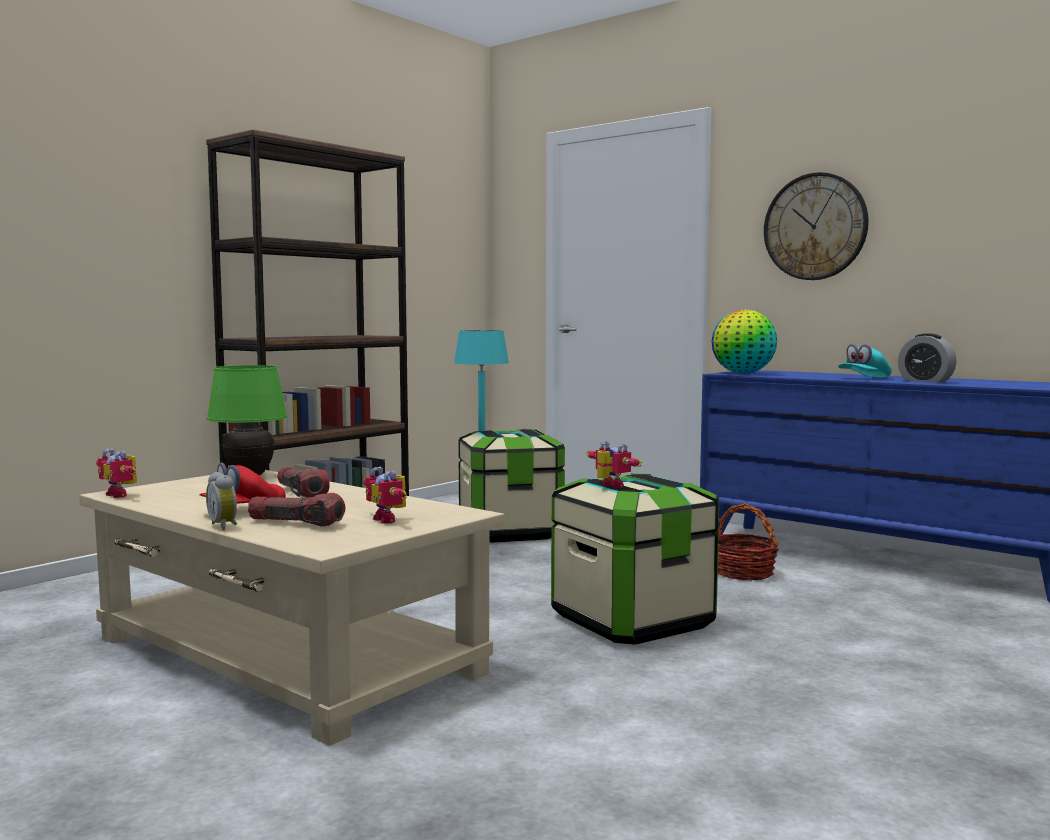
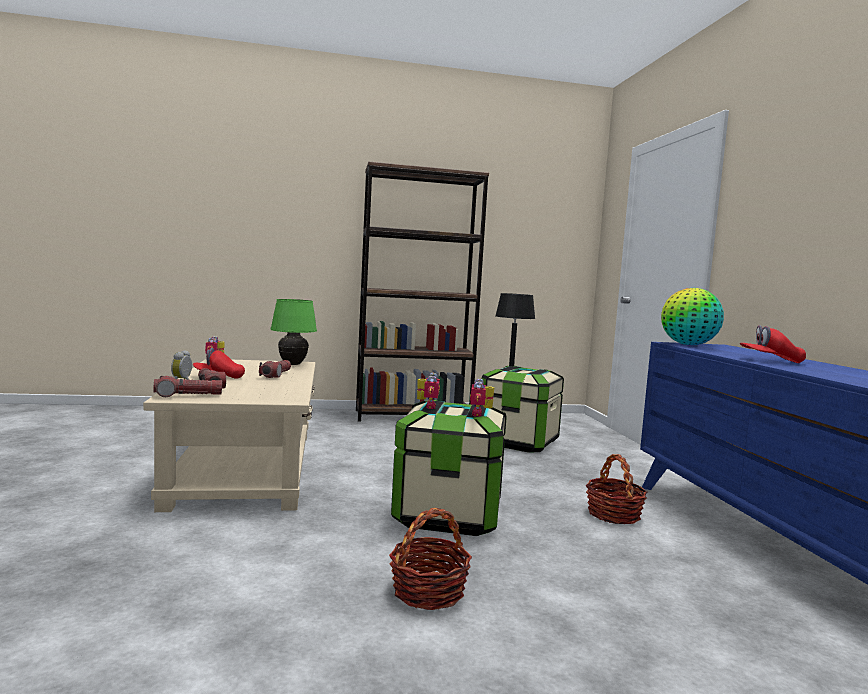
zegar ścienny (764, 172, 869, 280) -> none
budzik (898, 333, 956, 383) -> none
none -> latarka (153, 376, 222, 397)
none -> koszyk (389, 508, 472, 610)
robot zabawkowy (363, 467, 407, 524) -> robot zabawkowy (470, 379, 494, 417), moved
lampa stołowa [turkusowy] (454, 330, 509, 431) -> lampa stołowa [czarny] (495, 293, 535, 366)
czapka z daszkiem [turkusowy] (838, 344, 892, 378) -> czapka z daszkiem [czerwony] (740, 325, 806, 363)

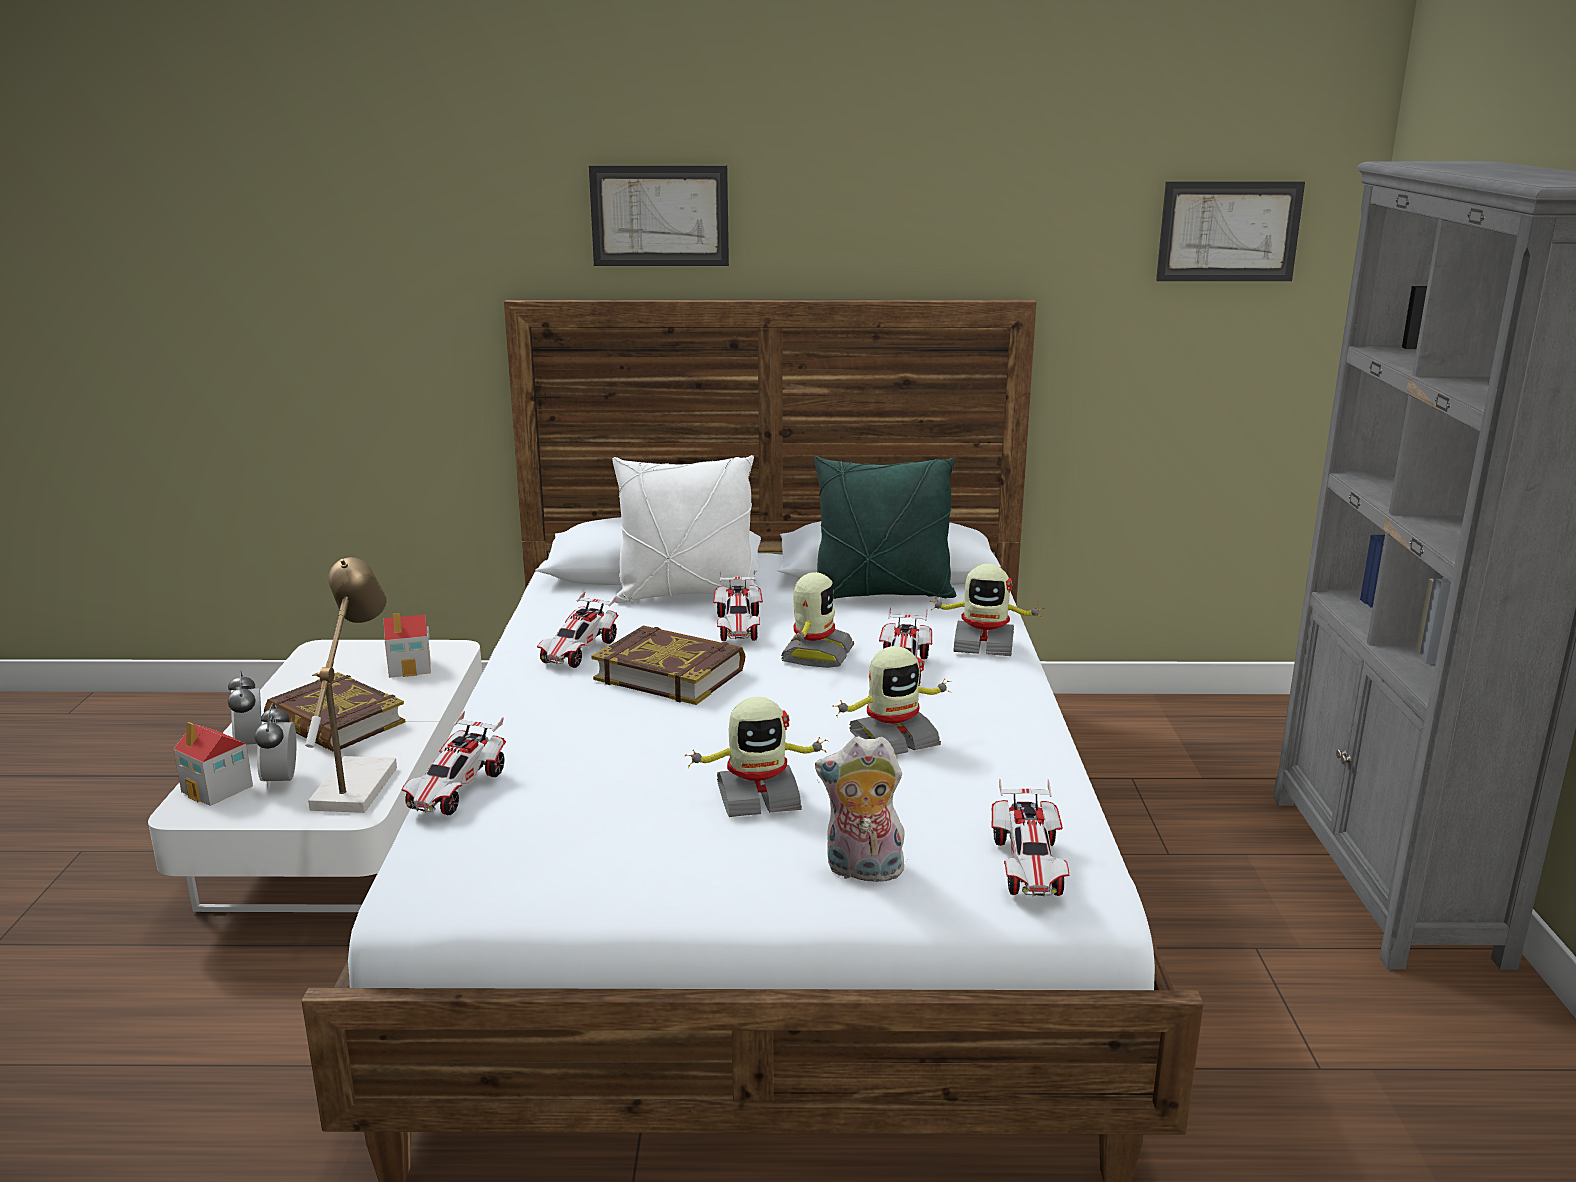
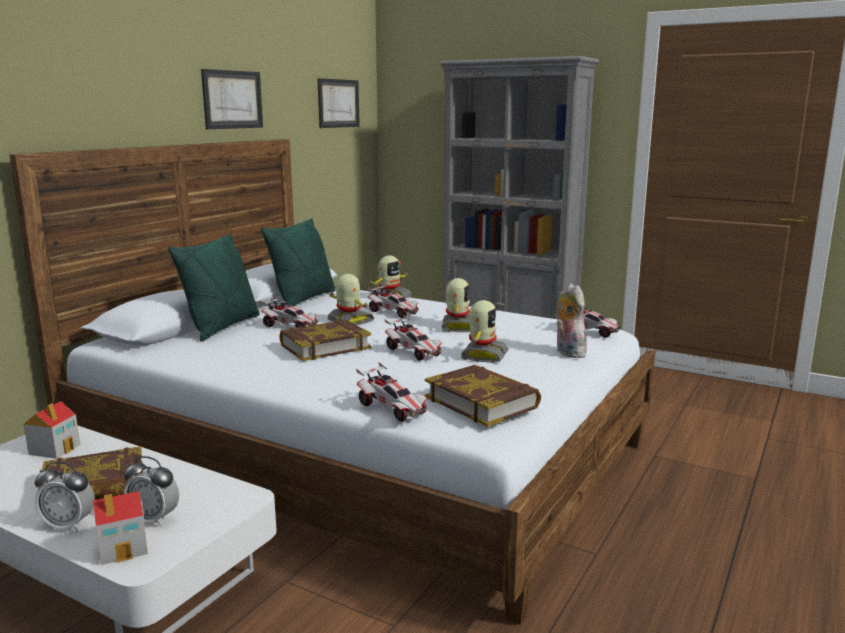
lampa stołowa (305, 557, 397, 813) -> none
none -> książka (425, 365, 541, 427)
samochodzik (537, 591, 618, 668) -> samochodzik (384, 315, 442, 361), moved
obraz (589, 166, 729, 266) -> obraz (201, 69, 263, 129), moved
poduszka [biały] (612, 455, 757, 603) -> poduszka [zielony] (168, 234, 260, 342)
pluszak (815, 736, 907, 882) -> pluszak (556, 283, 588, 358), 120 degrees clockwise

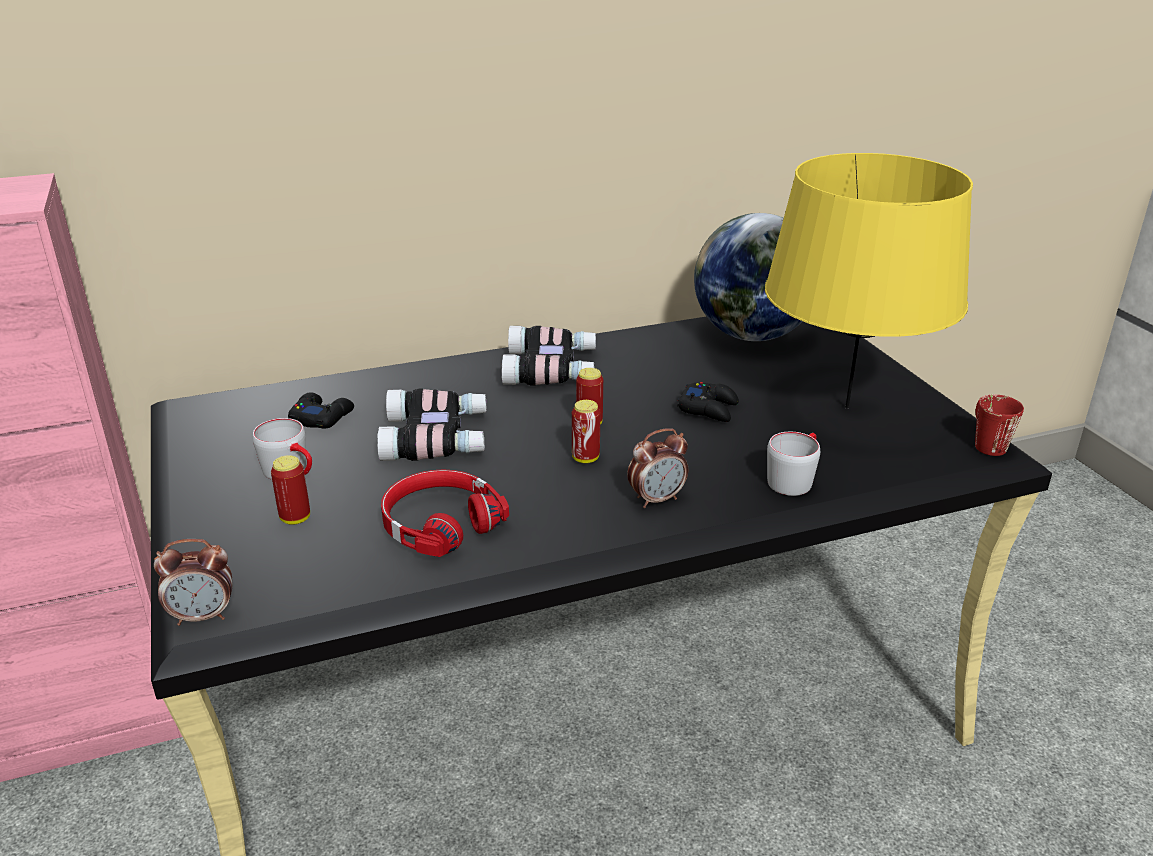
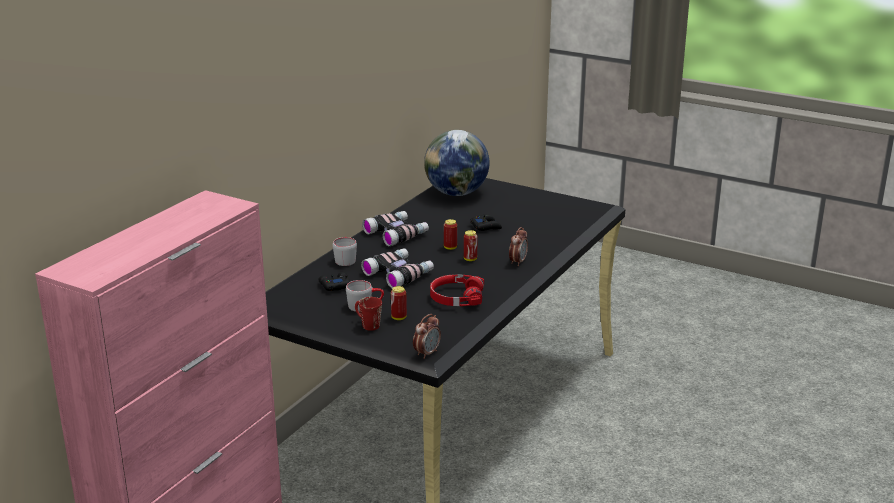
lampa stołowa [żółty] (765, 153, 973, 409) -> none
kubek [szary] (767, 432, 820, 496) -> kubek [szary] (333, 237, 357, 266), moved
kubek [czerwony] (975, 394, 1024, 456) -> kubek [czerwony] (355, 297, 382, 331), moved

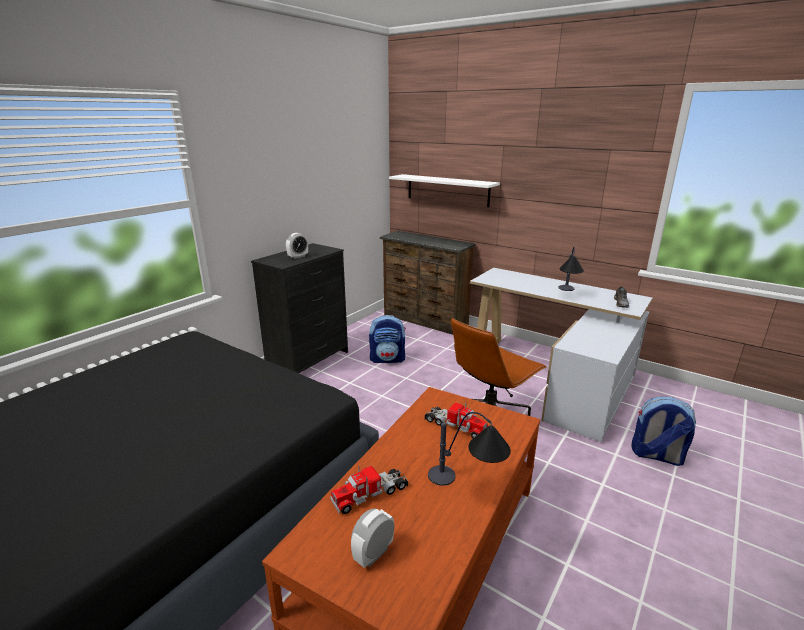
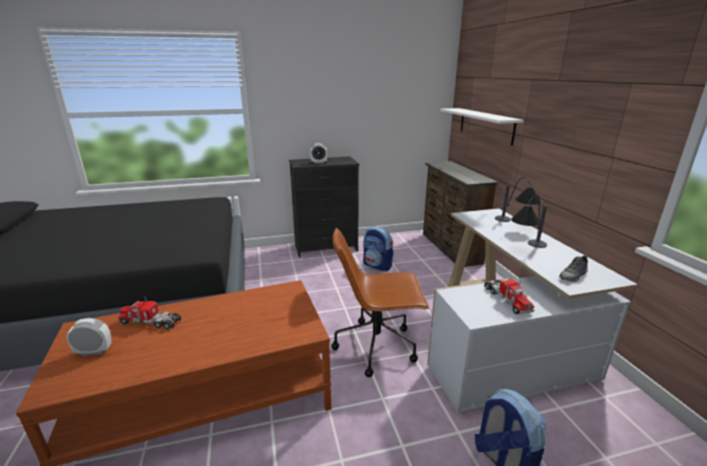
ciężarówka zabawkowa (425, 402, 488, 438) -> ciężarówka zabawkowa (484, 279, 535, 314), moved
lampa stołowa (428, 412, 511, 486) -> lampa stołowa (495, 177, 541, 222), moved

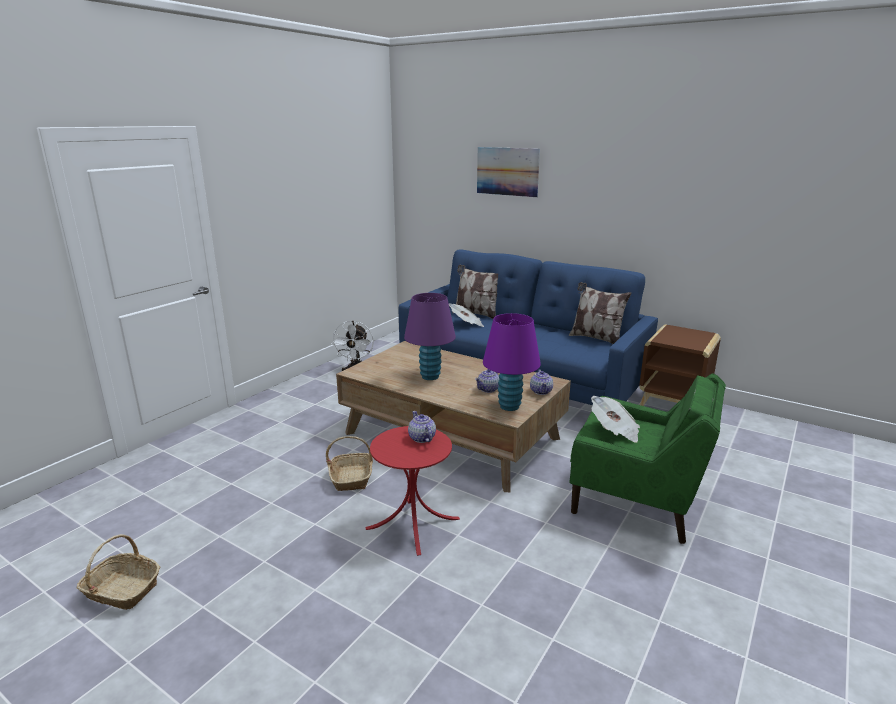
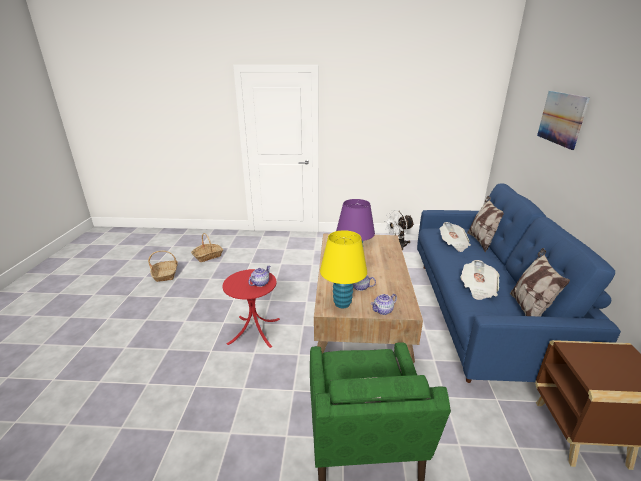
koszyk (326, 436, 373, 491) -> koszyk (191, 233, 223, 262), moved
gazeta (591, 396, 640, 442) -> gazeta (460, 260, 499, 300), moved
lampa stołowa [fioletowy] (483, 313, 541, 411) -> lampa stołowa [żółty] (320, 230, 367, 308)

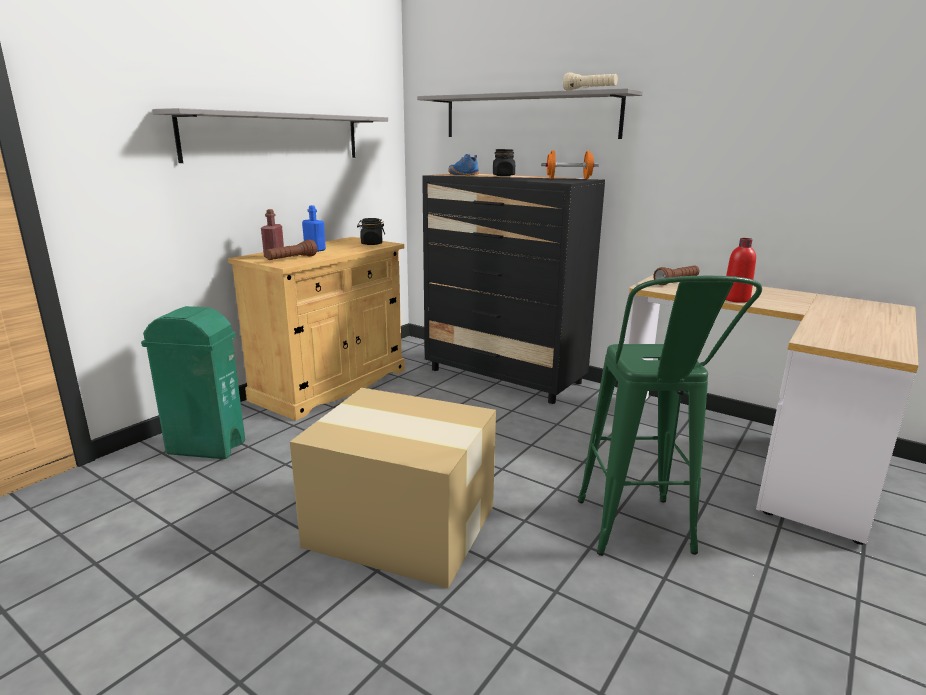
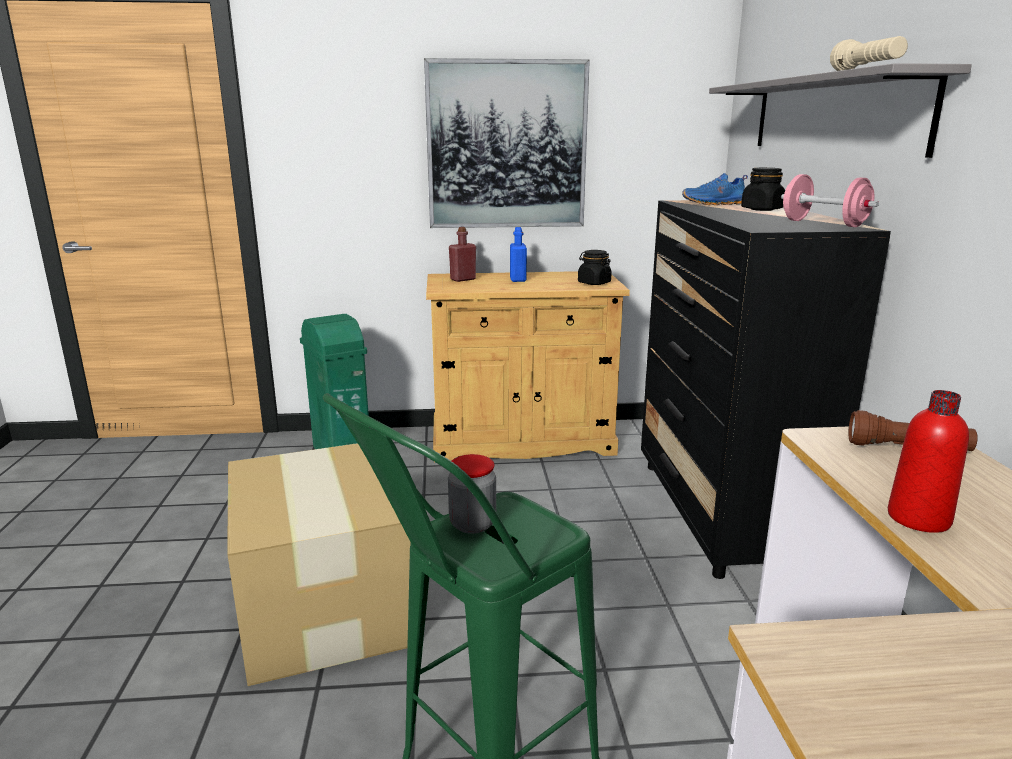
latarka [brązowy] (265, 239, 317, 260) -> none
none -> słoik (448, 454, 496, 534)
półka [szary] (152, 108, 388, 163) -> obraz (424, 58, 590, 228)
hantel [pomarańczowy] (541, 151, 599, 179) -> hantel [różowy] (781, 174, 879, 227)

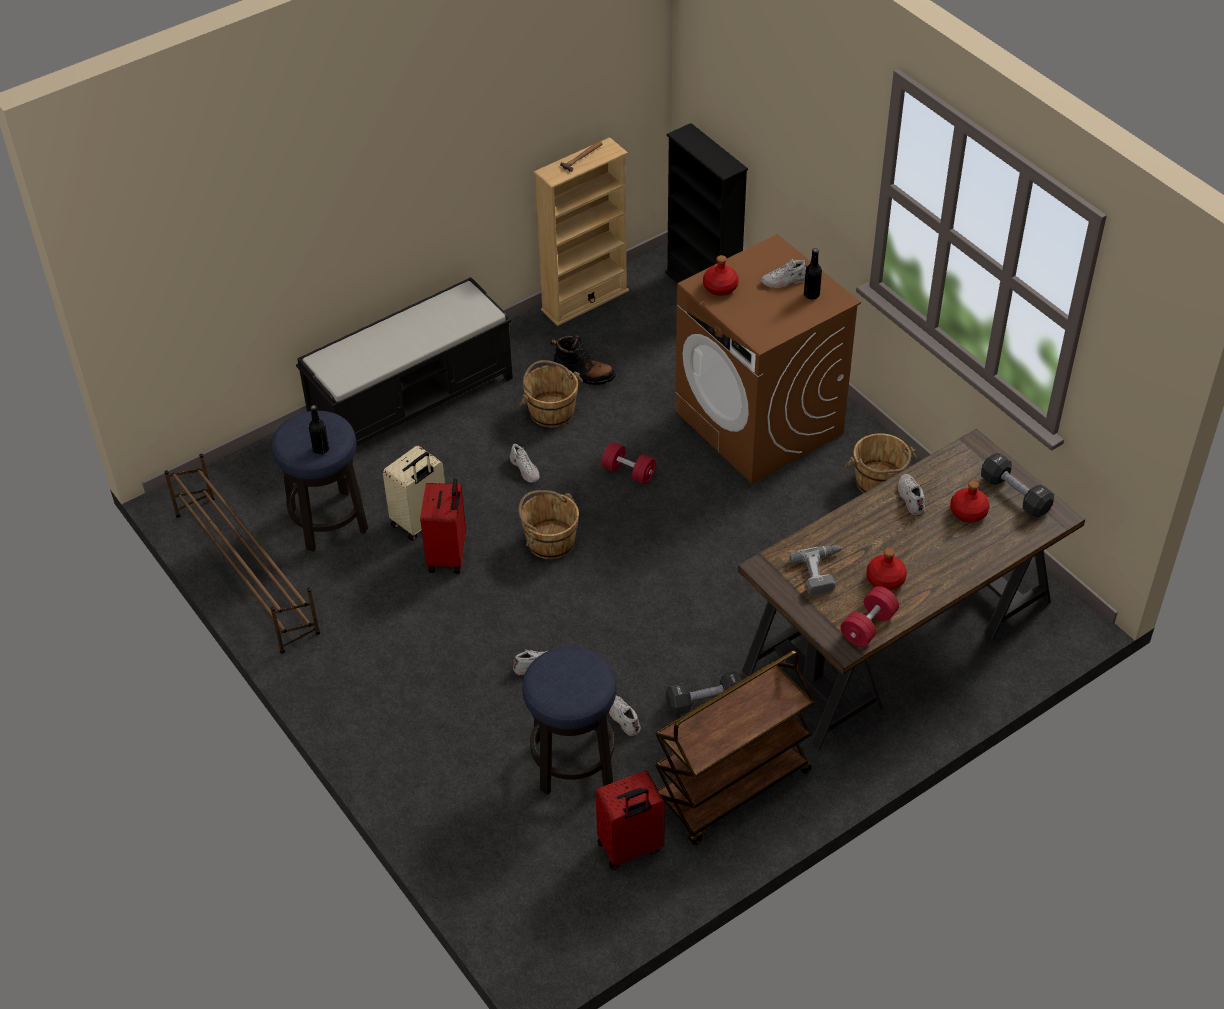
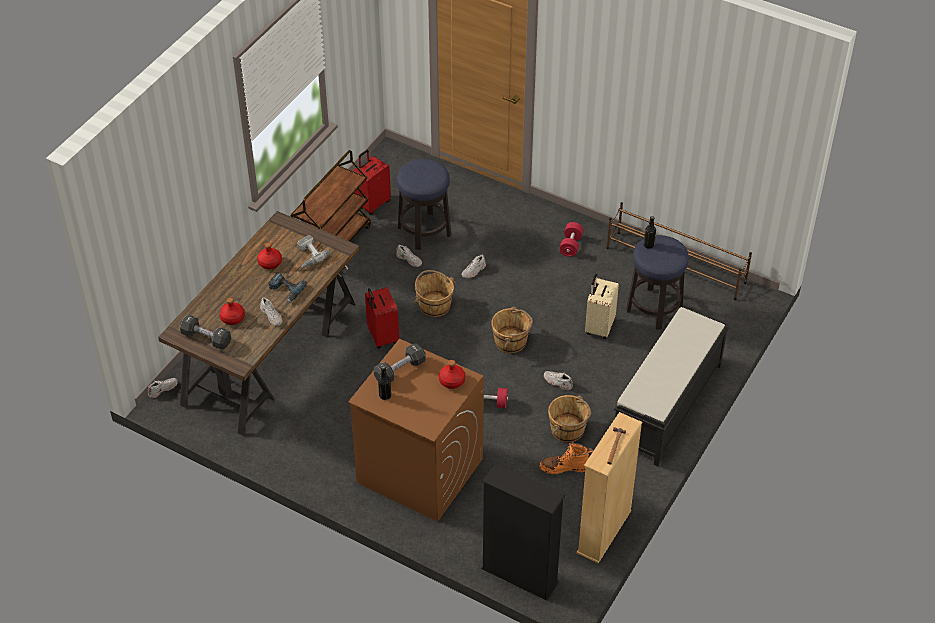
none -> wiertarka (268, 272, 307, 303)
walizka [czerwony] (420, 478, 466, 574) -> walizka [czerwony] (365, 287, 399, 349), moved
hantel [czarny] (666, 671, 743, 715) -> hantel [czarny] (374, 344, 426, 382), moved
but [biały] (761, 258, 807, 288) -> but [biały] (148, 378, 178, 398), moved
hantel [czerwony] (840, 586, 899, 647) -> hantel [czerwony] (559, 222, 583, 257), moved
wiadro [brązowy] (844, 433, 917, 493) -> wiadro [brązowy] (413, 270, 456, 317), moved
but z cholewką [czarny] (550, 335, 616, 385) -> but z cholewką [pomarańczowy] (539, 442, 593, 474)

